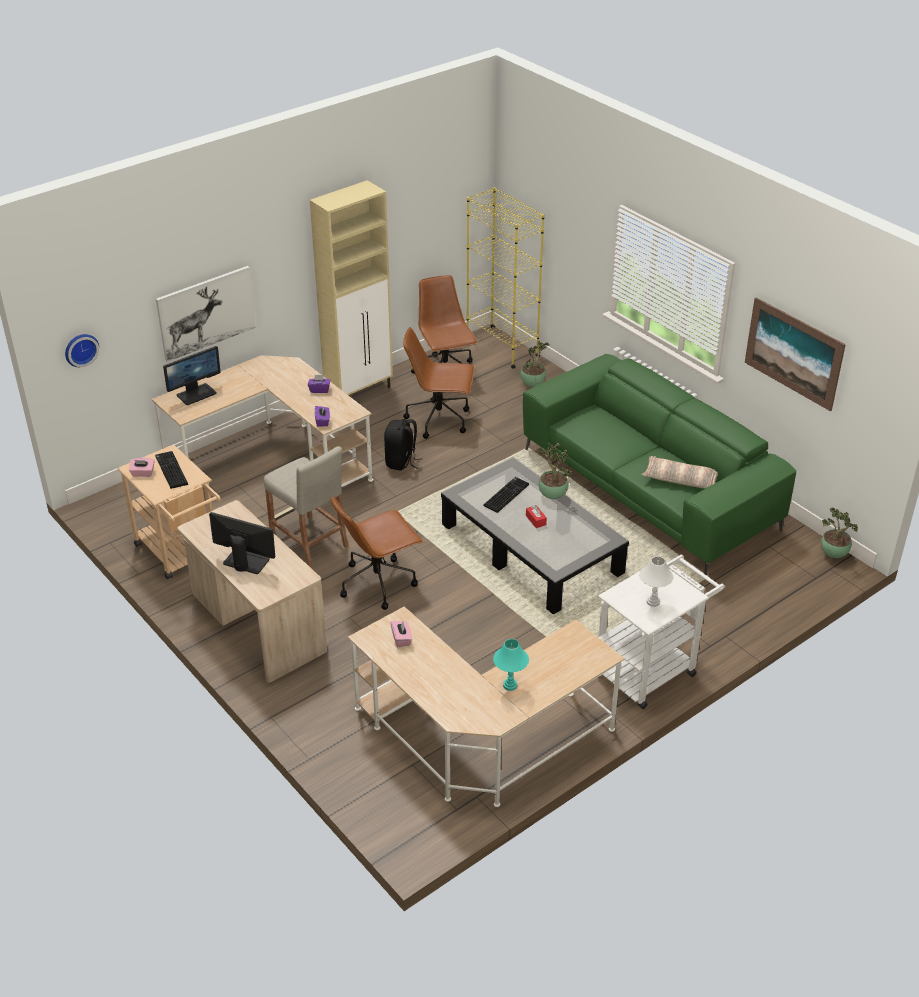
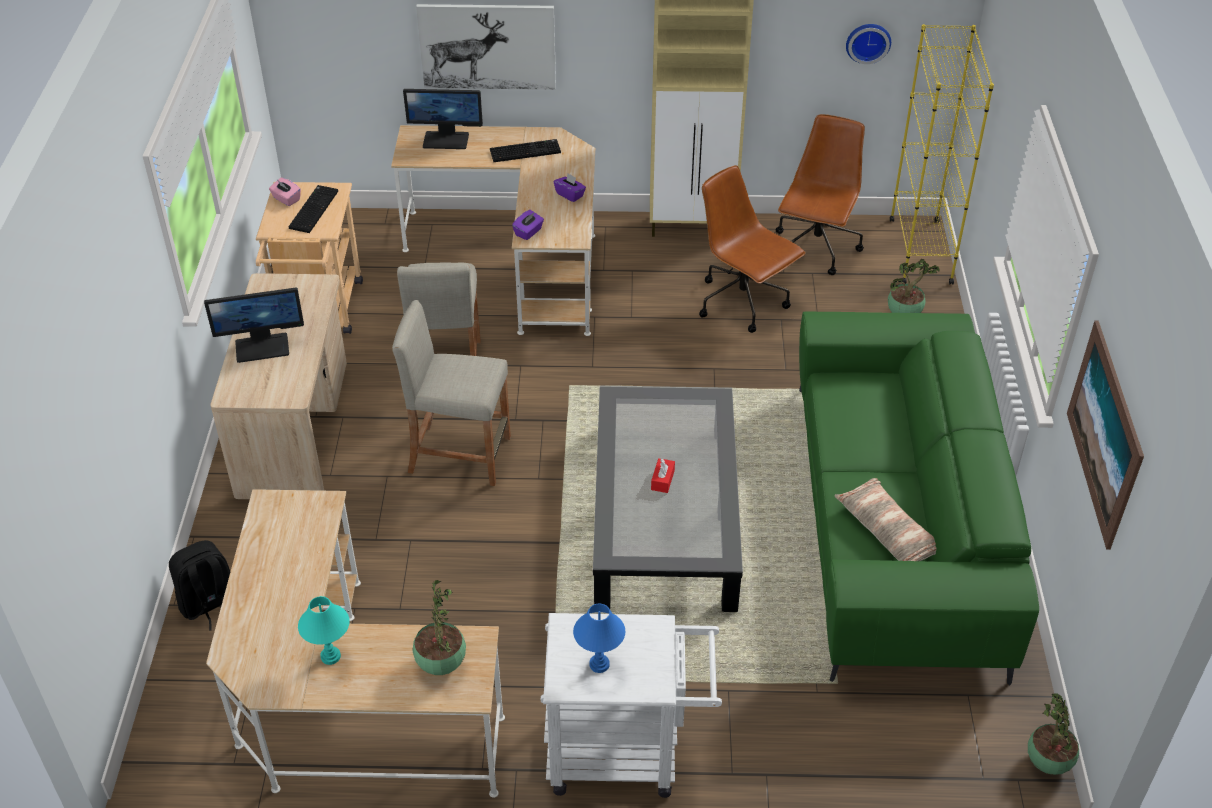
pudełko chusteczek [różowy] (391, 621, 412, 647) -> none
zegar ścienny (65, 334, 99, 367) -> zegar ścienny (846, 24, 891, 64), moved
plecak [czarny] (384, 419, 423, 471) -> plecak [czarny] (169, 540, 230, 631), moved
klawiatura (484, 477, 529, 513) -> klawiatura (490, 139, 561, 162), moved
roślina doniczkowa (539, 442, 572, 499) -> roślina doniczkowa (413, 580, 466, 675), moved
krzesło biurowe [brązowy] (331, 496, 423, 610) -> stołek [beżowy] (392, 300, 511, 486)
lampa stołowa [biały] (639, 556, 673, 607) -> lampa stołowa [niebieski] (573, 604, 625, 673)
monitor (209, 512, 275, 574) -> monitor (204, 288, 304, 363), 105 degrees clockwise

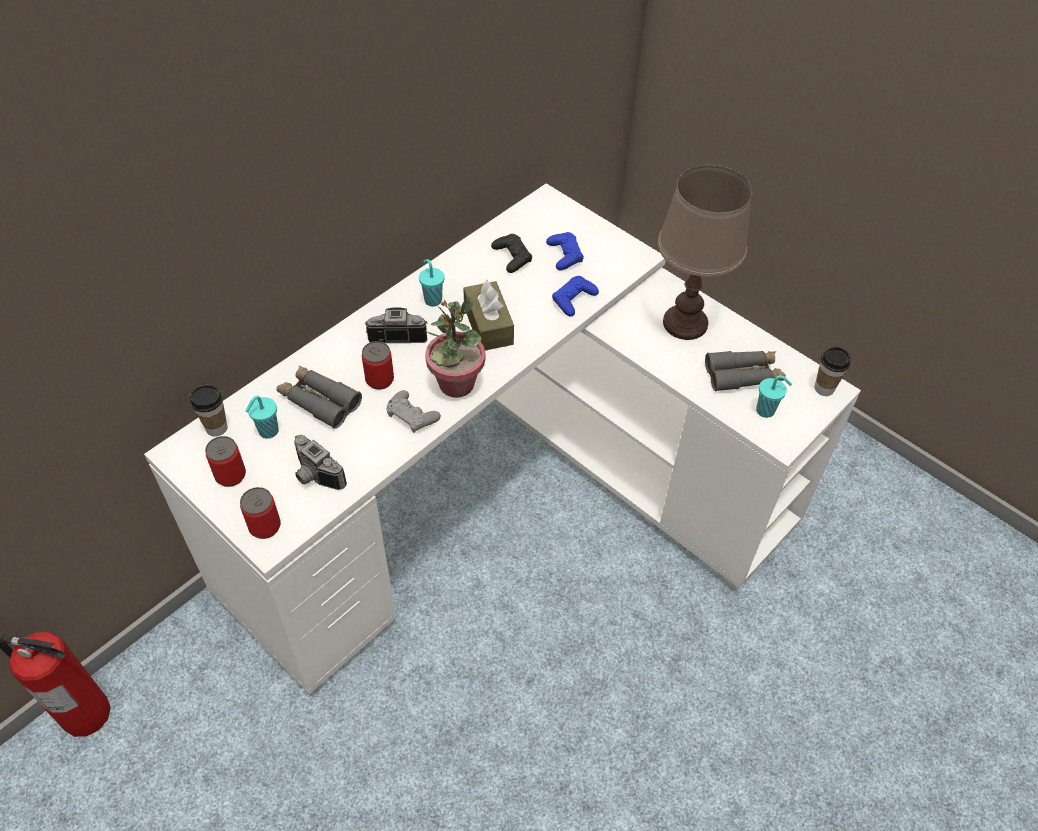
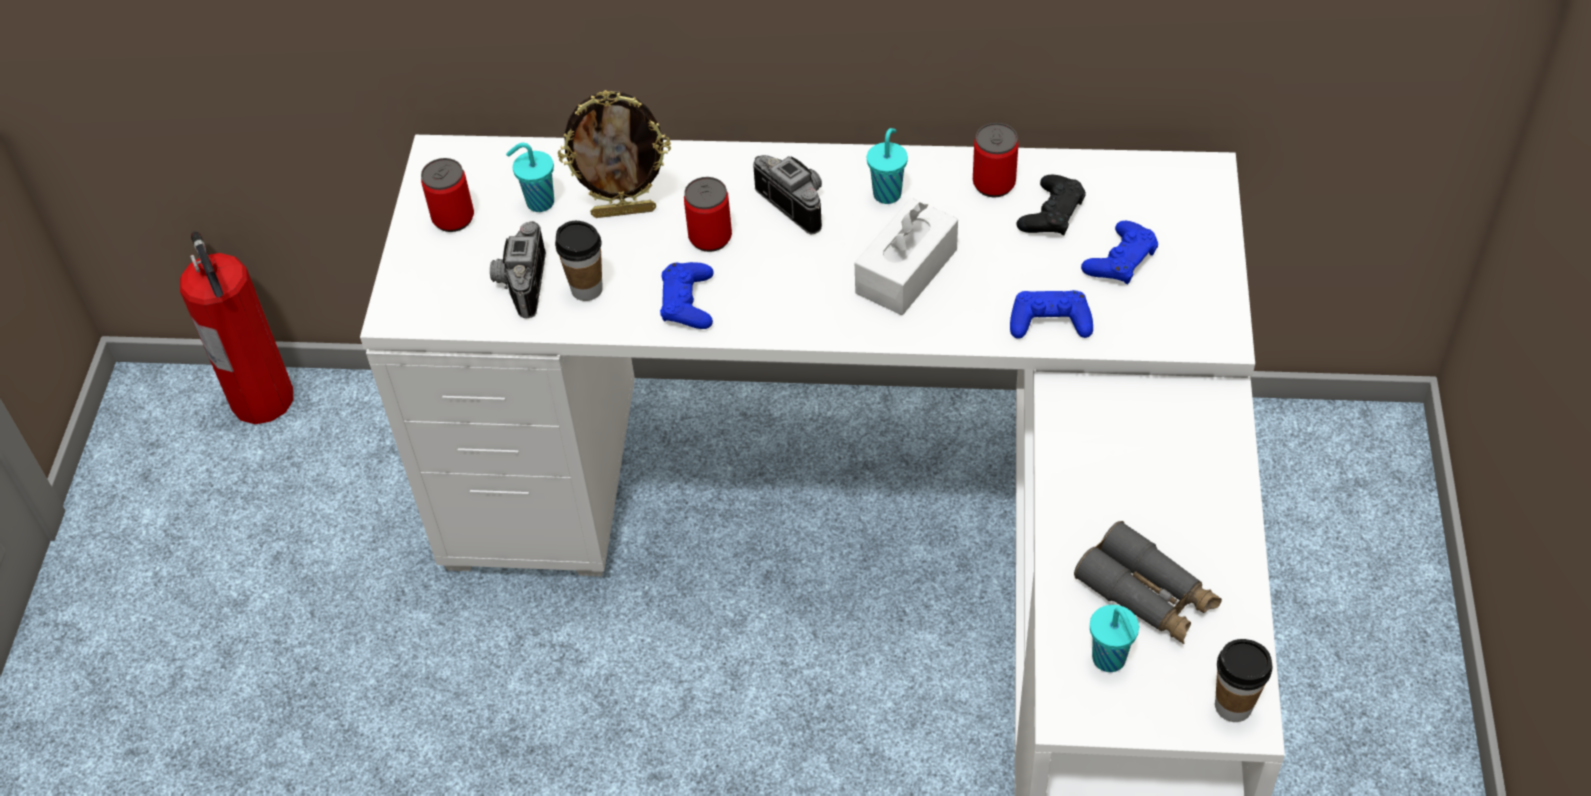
roślina doniczkowa (424, 296, 485, 398) -> none
lampa stołowa [brązowy] (658, 165, 752, 340) -> none
filiżanka (190, 385, 228, 437) -> filiżanka (555, 221, 603, 301), moved
puszka (240, 487, 281, 539) -> puszka (973, 123, 1019, 198), moved
lornetka [szary] (277, 365, 362, 429) -> ramka na zdjęcie (558, 90, 671, 218)
pad do gier [szary] (386, 390, 441, 433) -> pad do gier [niebieski] (660, 262, 714, 329)
pudełko chusteczek [brązowy] (463, 280, 514, 351) -> pudełko chusteczek [biały] (855, 198, 958, 315)

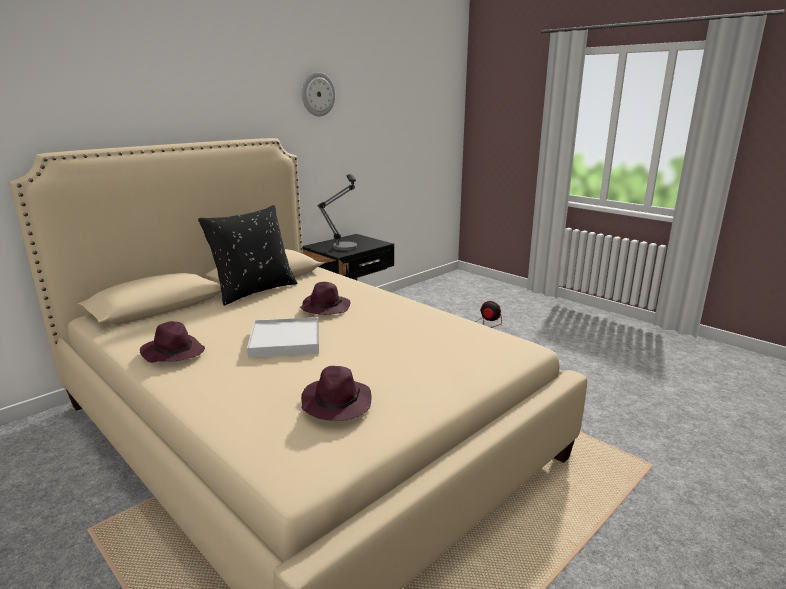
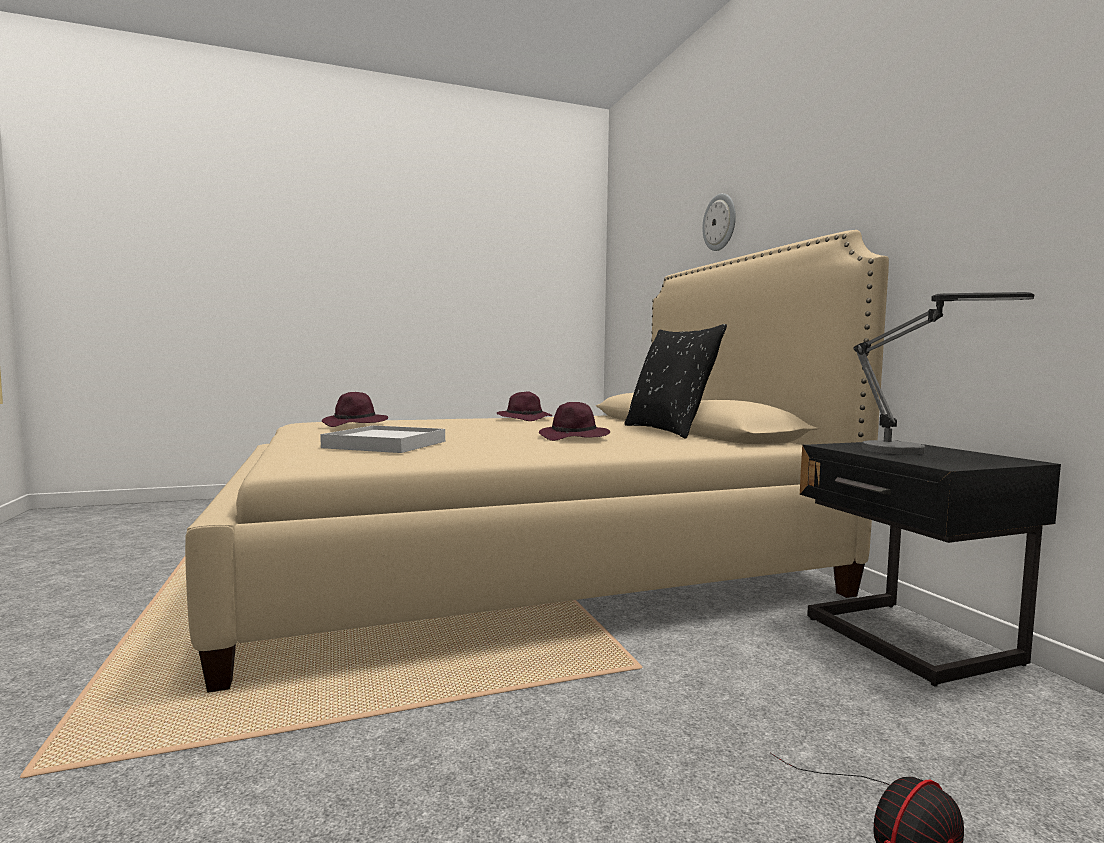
taca [biały] (247, 317, 319, 358) -> taca [biały] (320, 425, 445, 453), moved
zegar ścienny (302, 72, 335, 116) -> zegar ścienny (702, 193, 736, 251), moved

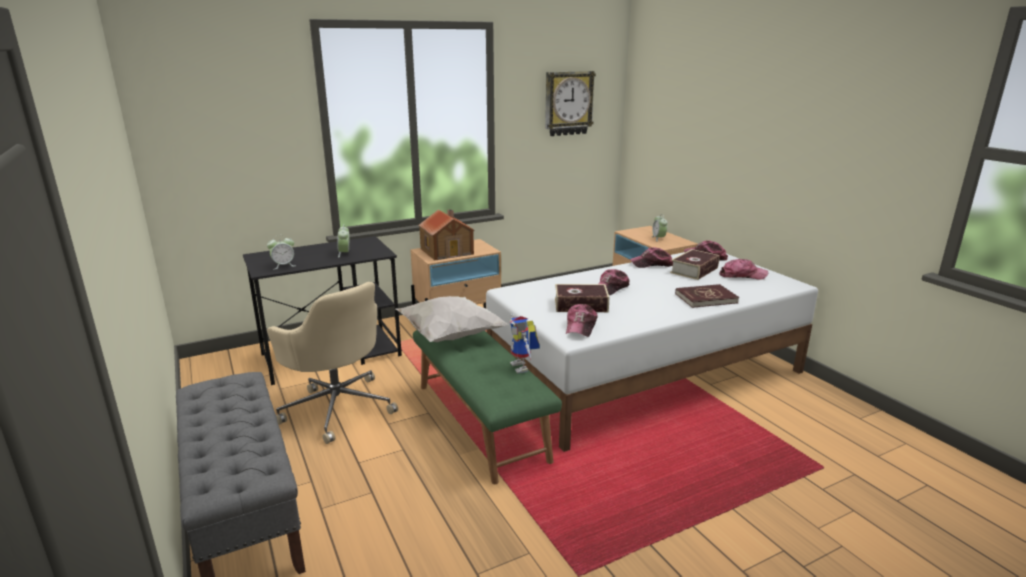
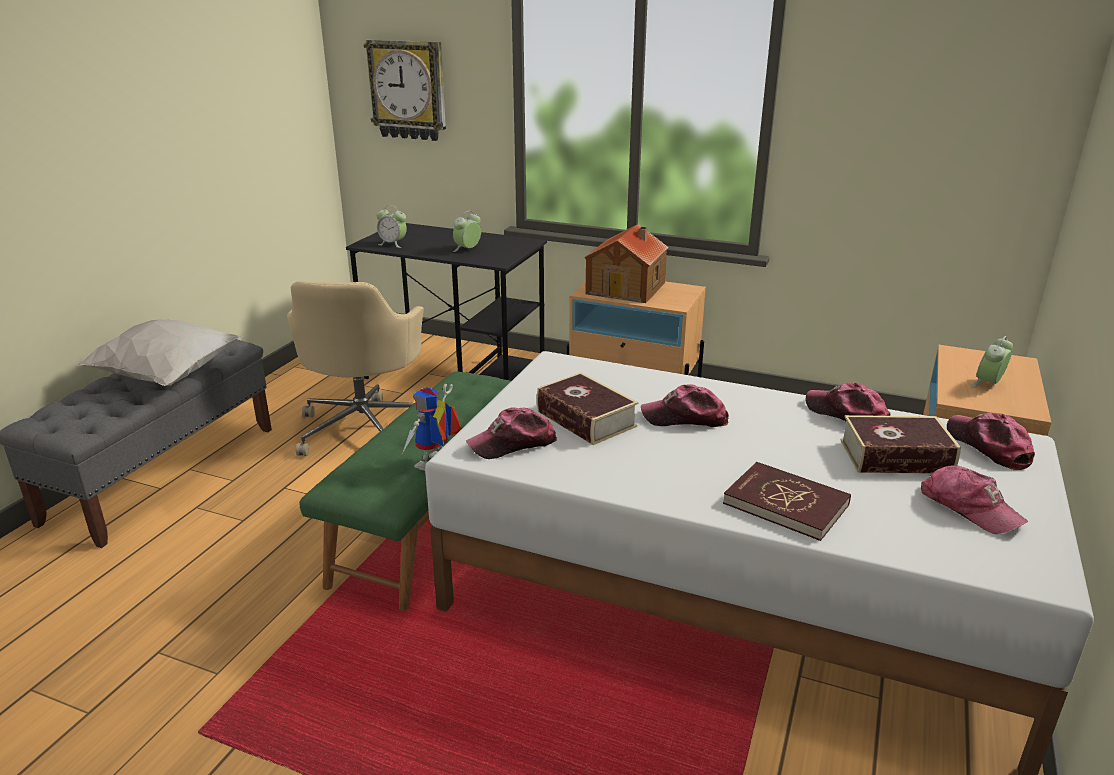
poduszka [biały] (396, 296, 509, 342) -> poduszka [biały] (75, 319, 243, 386), moved
zegar ścienny (545, 71, 596, 136) -> zegar ścienny (364, 39, 446, 141), moved

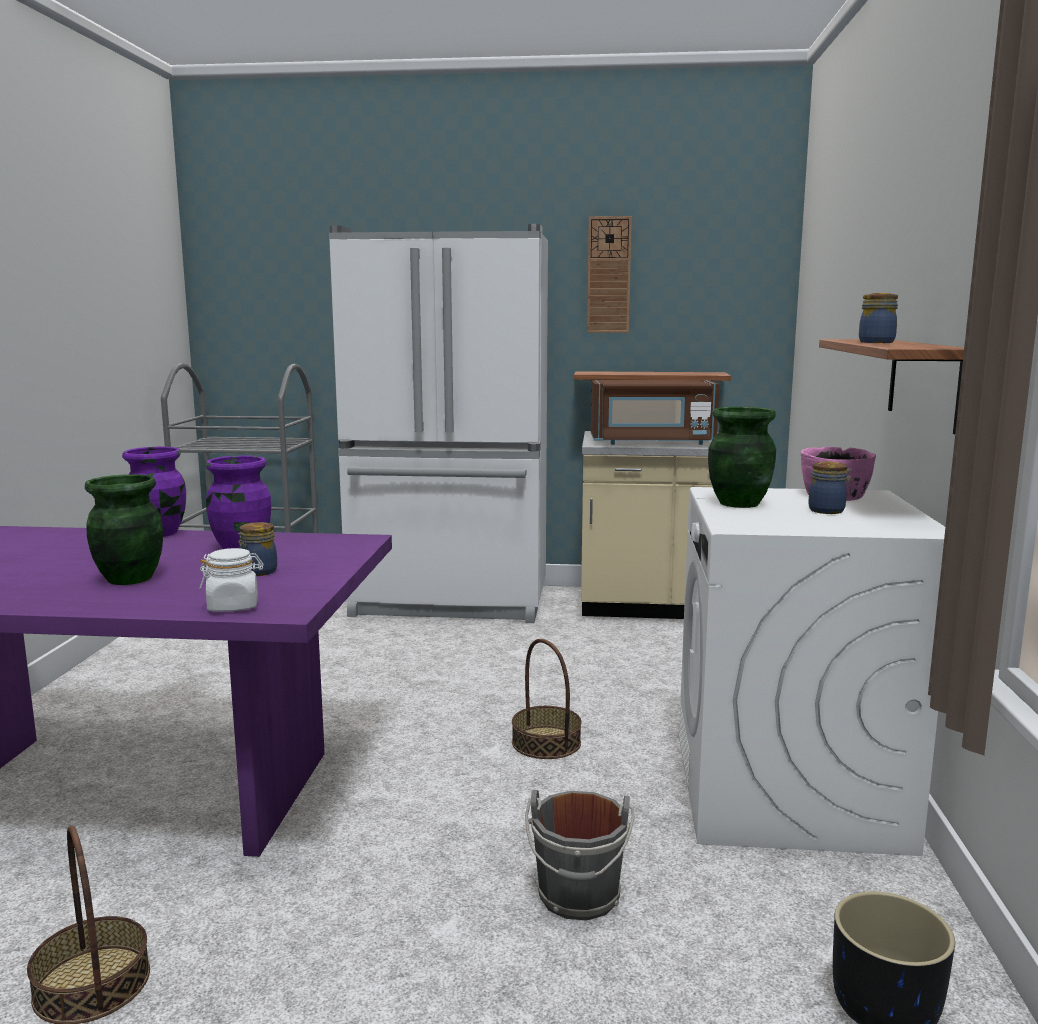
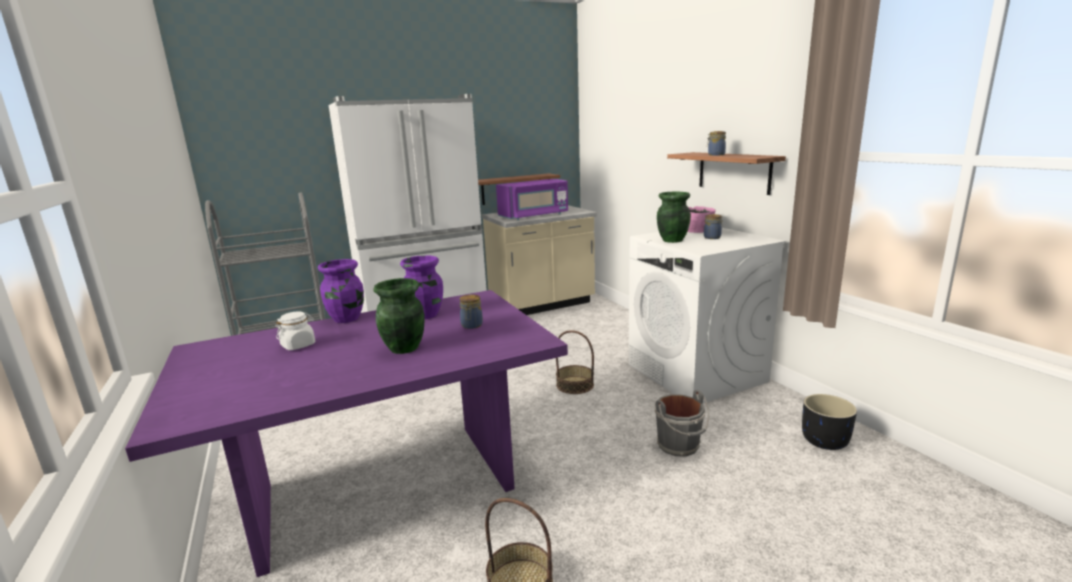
zegar ścienny (587, 216, 632, 333) -> none
słoik [biały] (199, 548, 264, 612) -> słoik [biały] (276, 311, 315, 350), moved
mikrofalówka [brązowy] (591, 380, 719, 445) -> mikrofalówka [fioletowy] (496, 179, 568, 220)

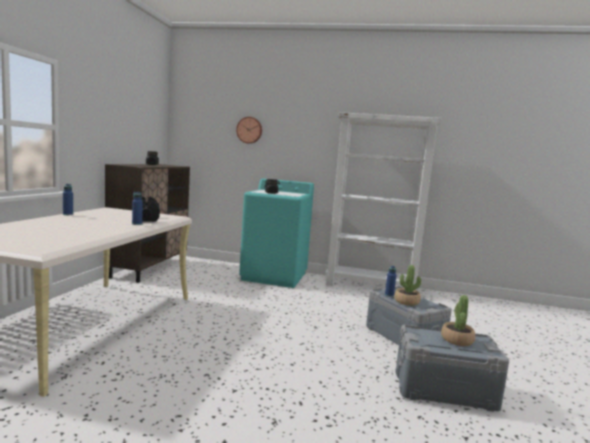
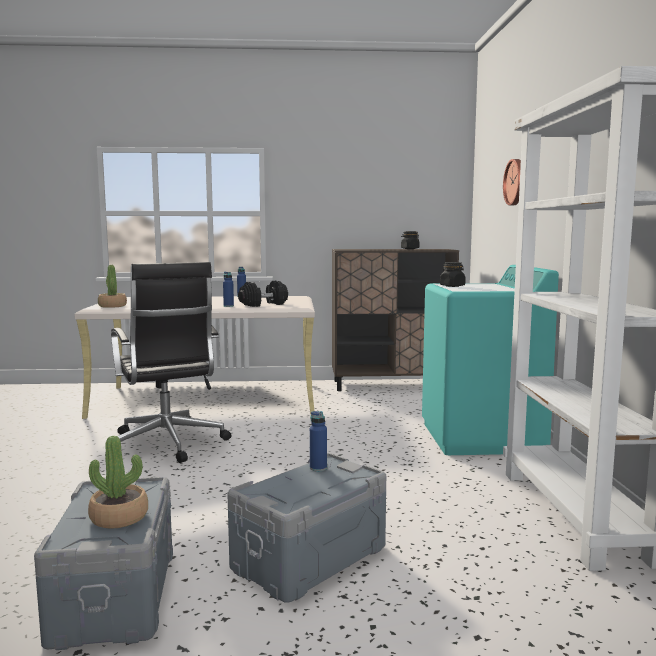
none -> krzesło biurowe [czarny] (105, 262, 231, 463)
roślina doniczkowa (394, 265, 421, 306) -> roślina doniczkowa (98, 265, 127, 308), moved

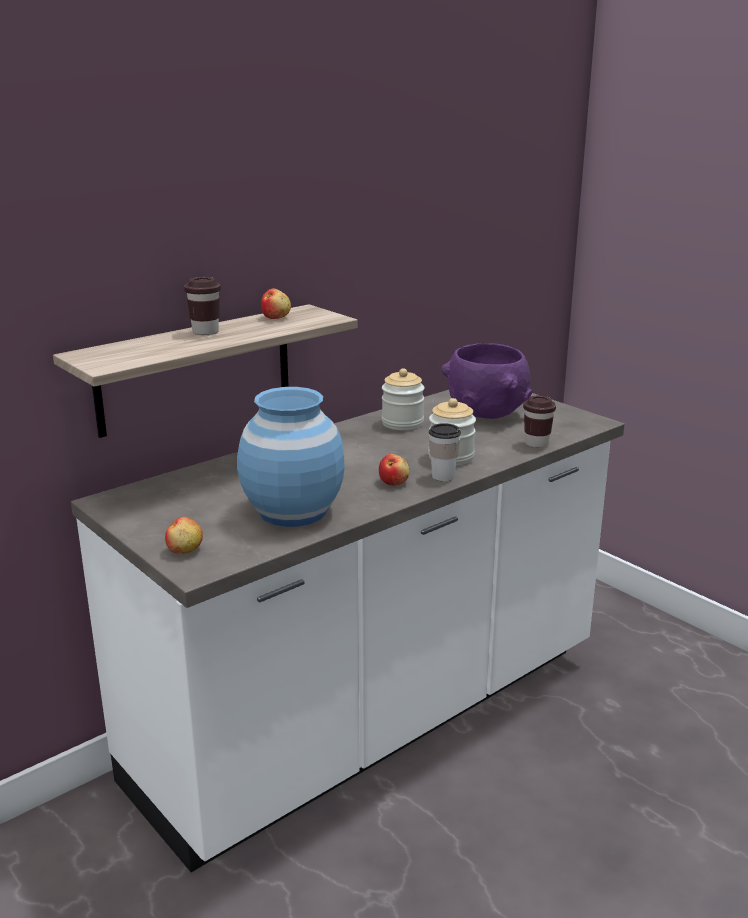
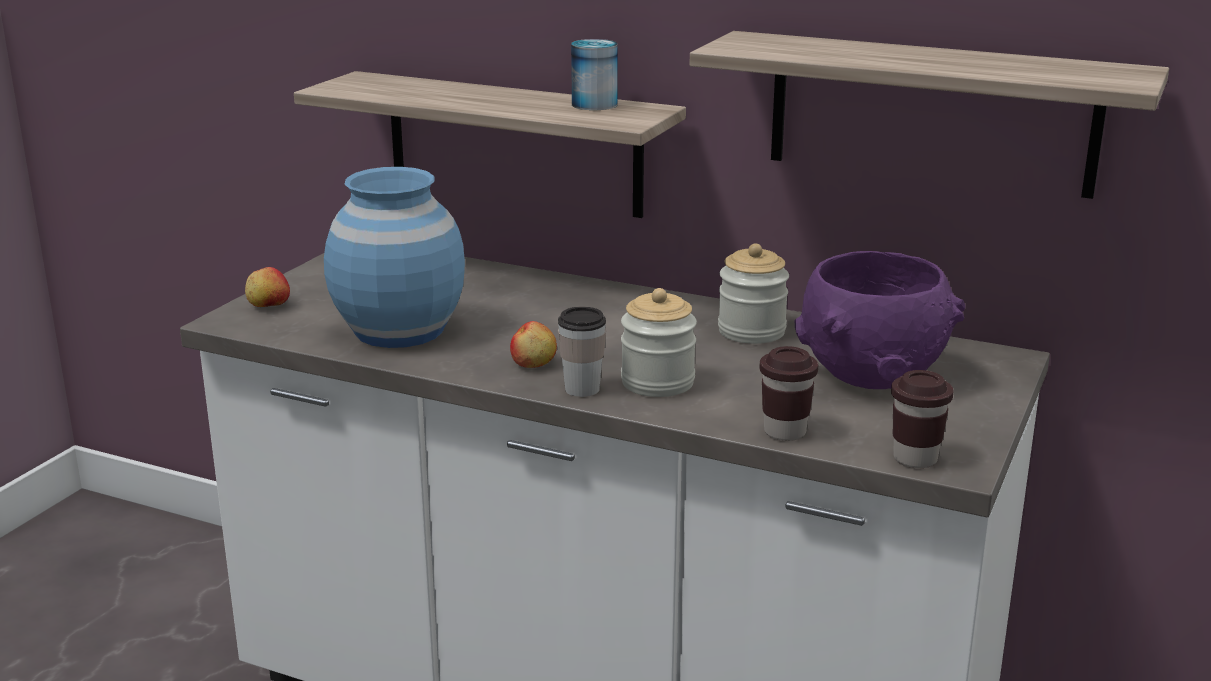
none -> półka (689, 31, 1169, 199)
filiżanka [brązowy] (184, 277, 221, 335) -> filiżanka [brązowy] (891, 370, 954, 468), moved
jabłko (261, 289, 291, 319) -> puszka (571, 39, 618, 110)

